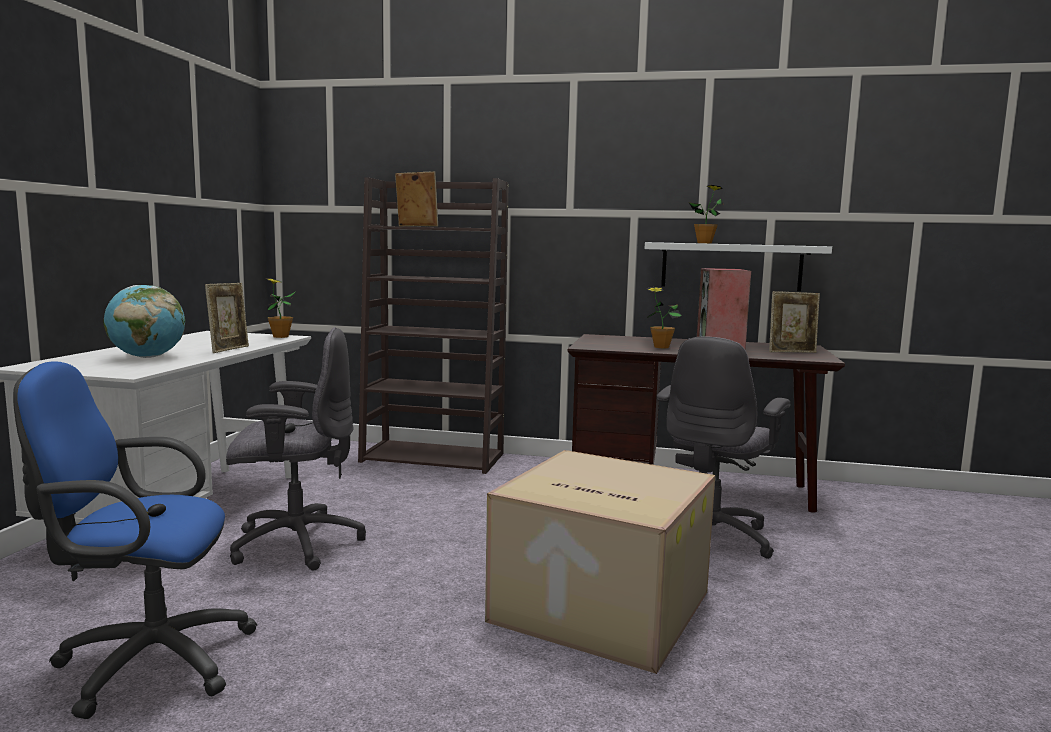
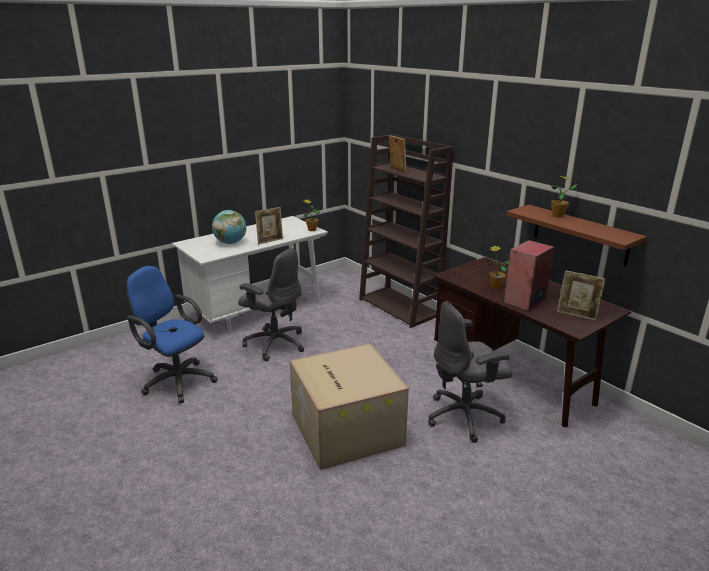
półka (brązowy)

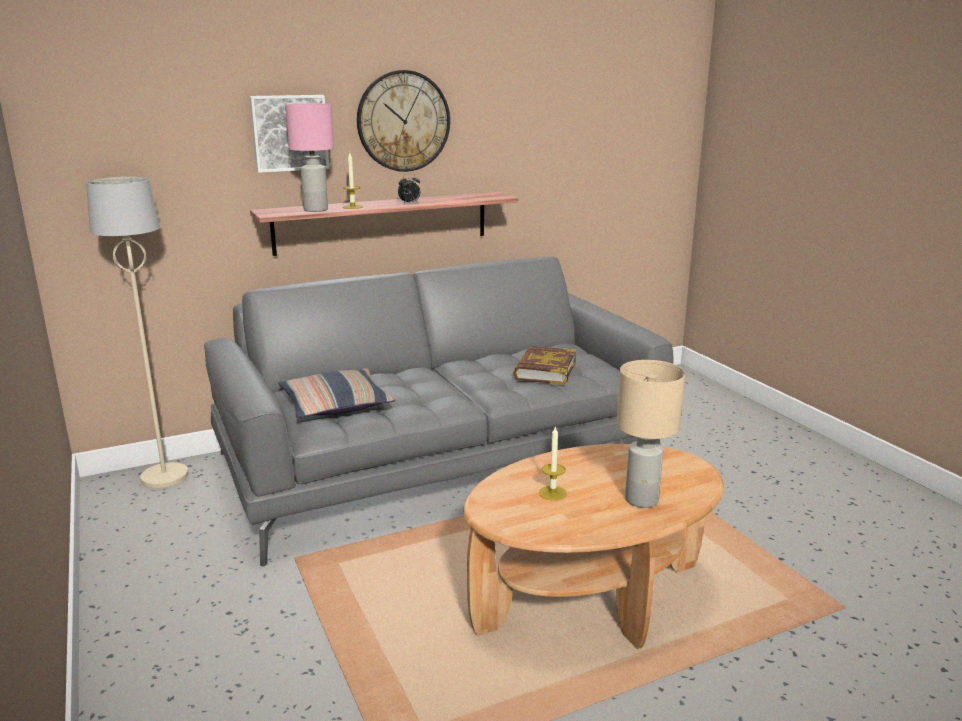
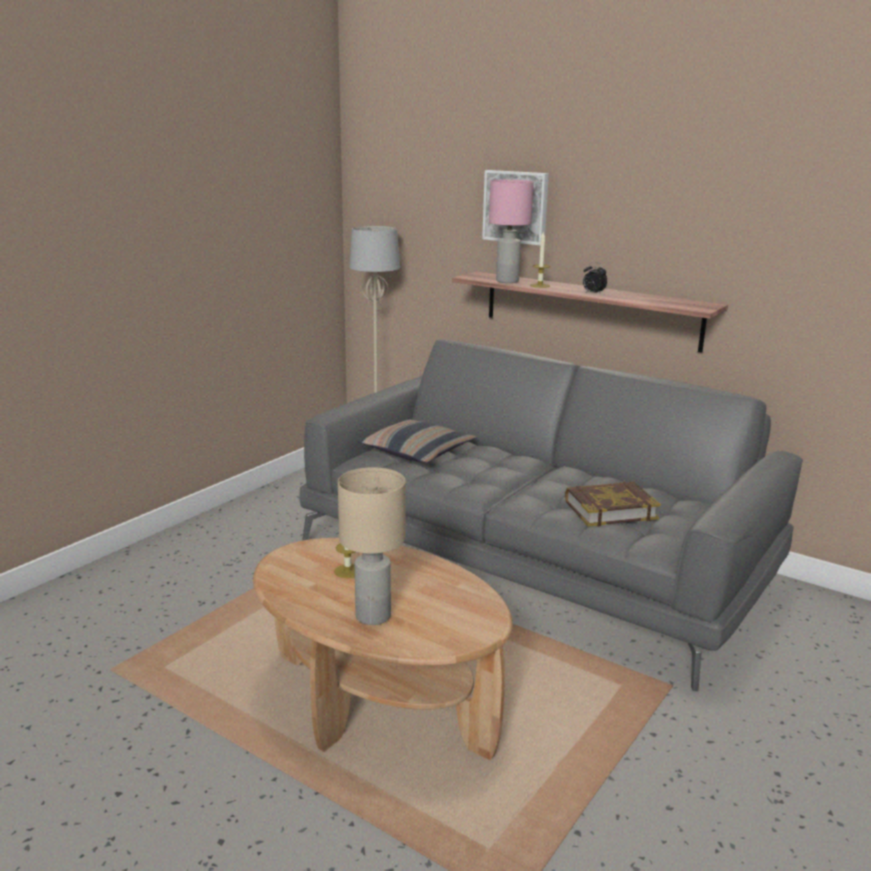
zegar ścienny

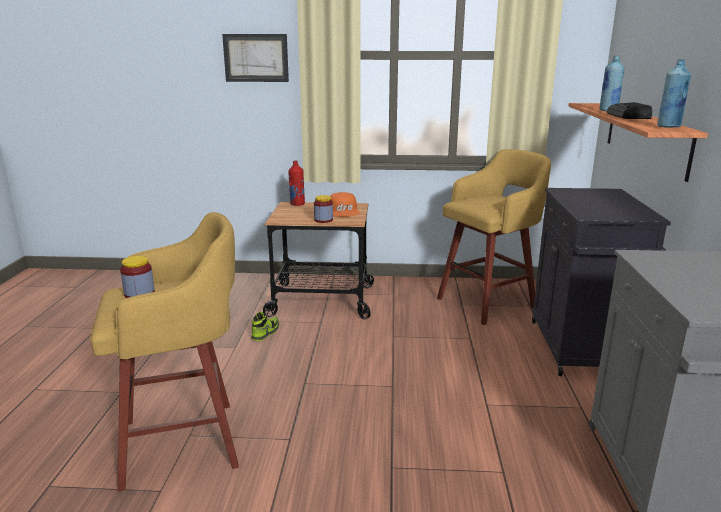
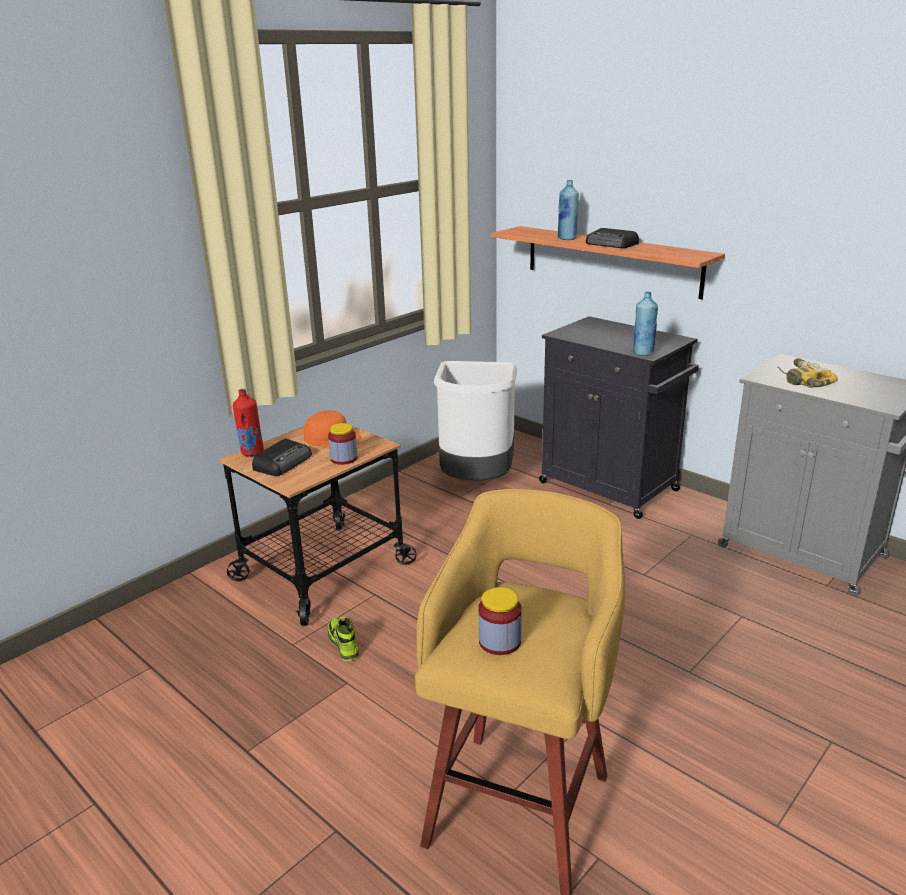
obraz
radio (1st from left)
wiertarka
butelka (niebieski) (2nd from left)
kosz na śmieci (biały)

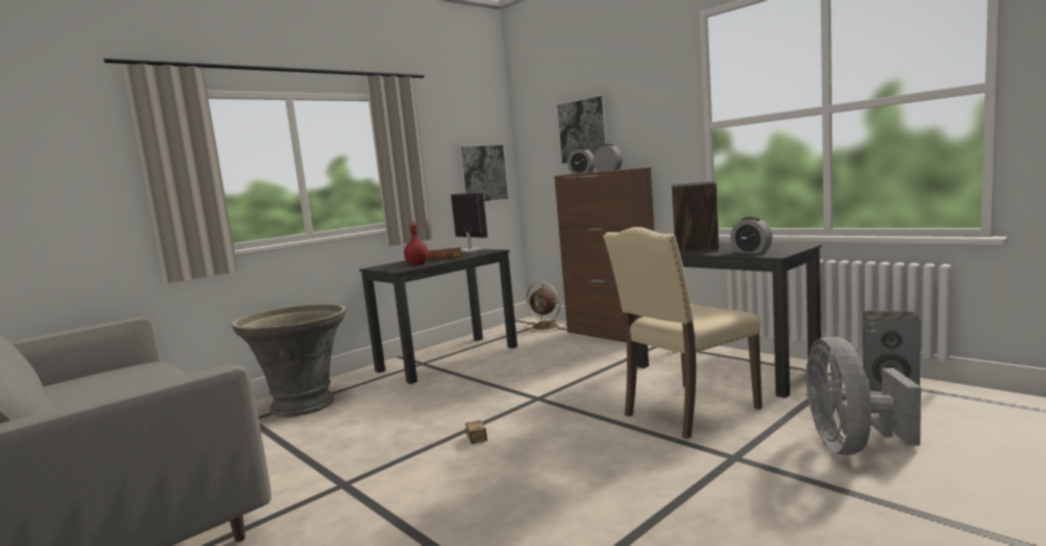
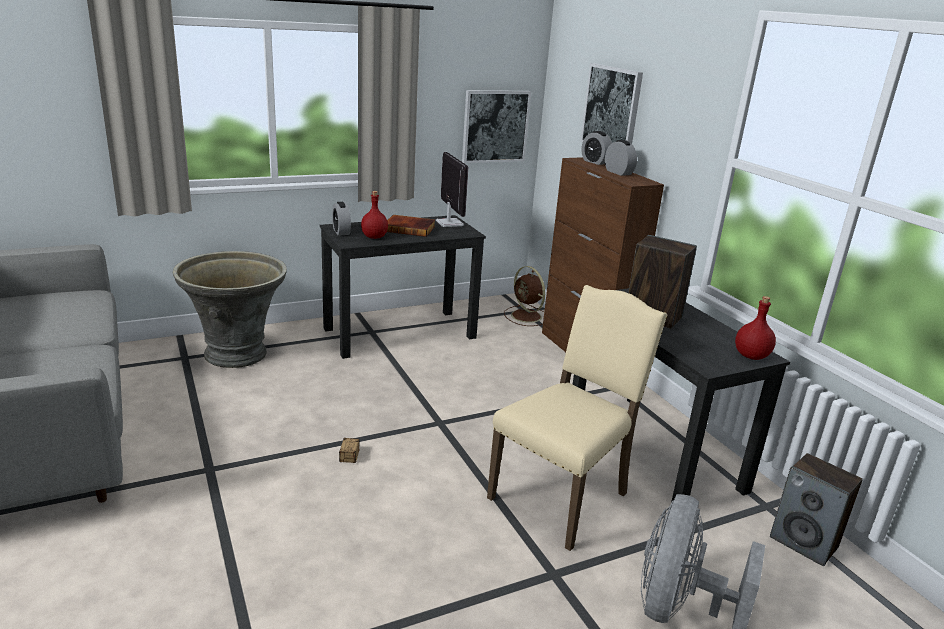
butelka (czerwony) (2nd from left)
budzik (1st from left)
krzesło (beżowy)

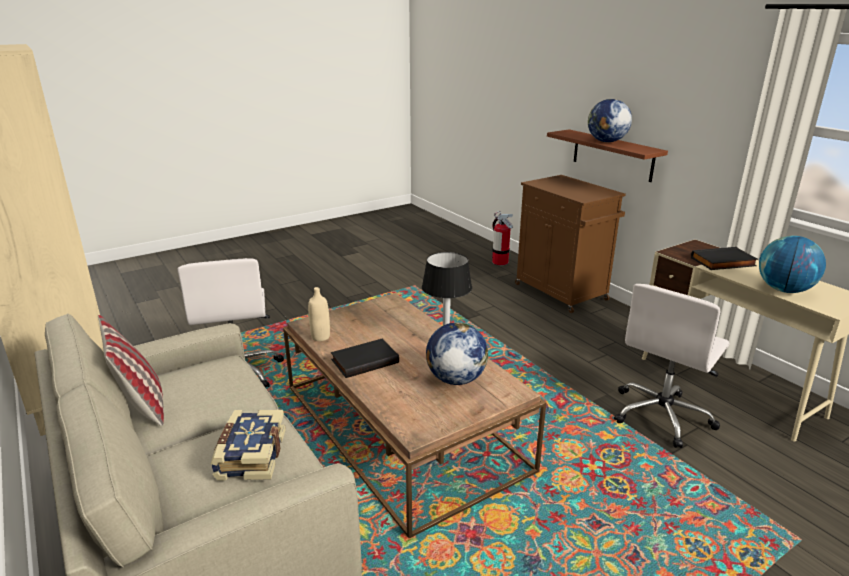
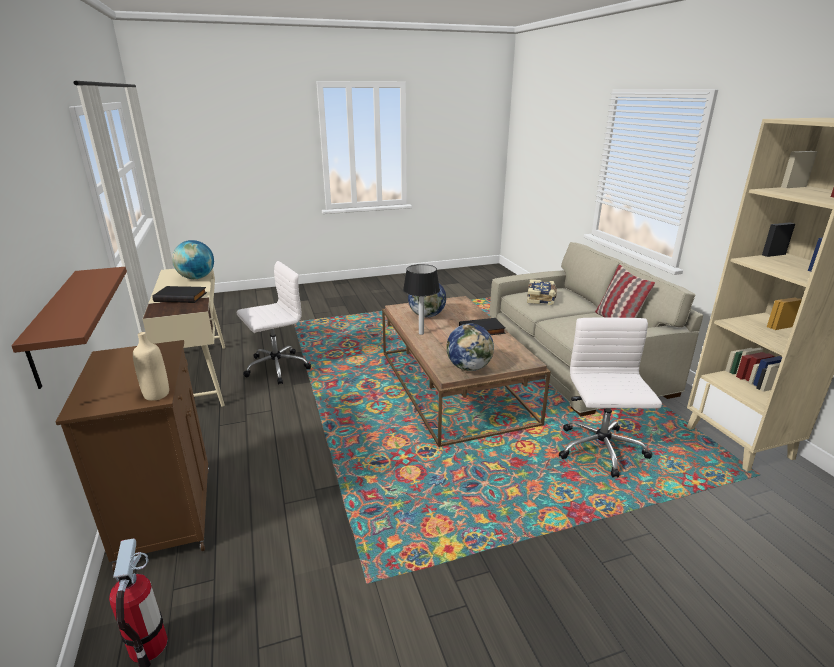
butelka (beżowy)
globus (3rd from left)

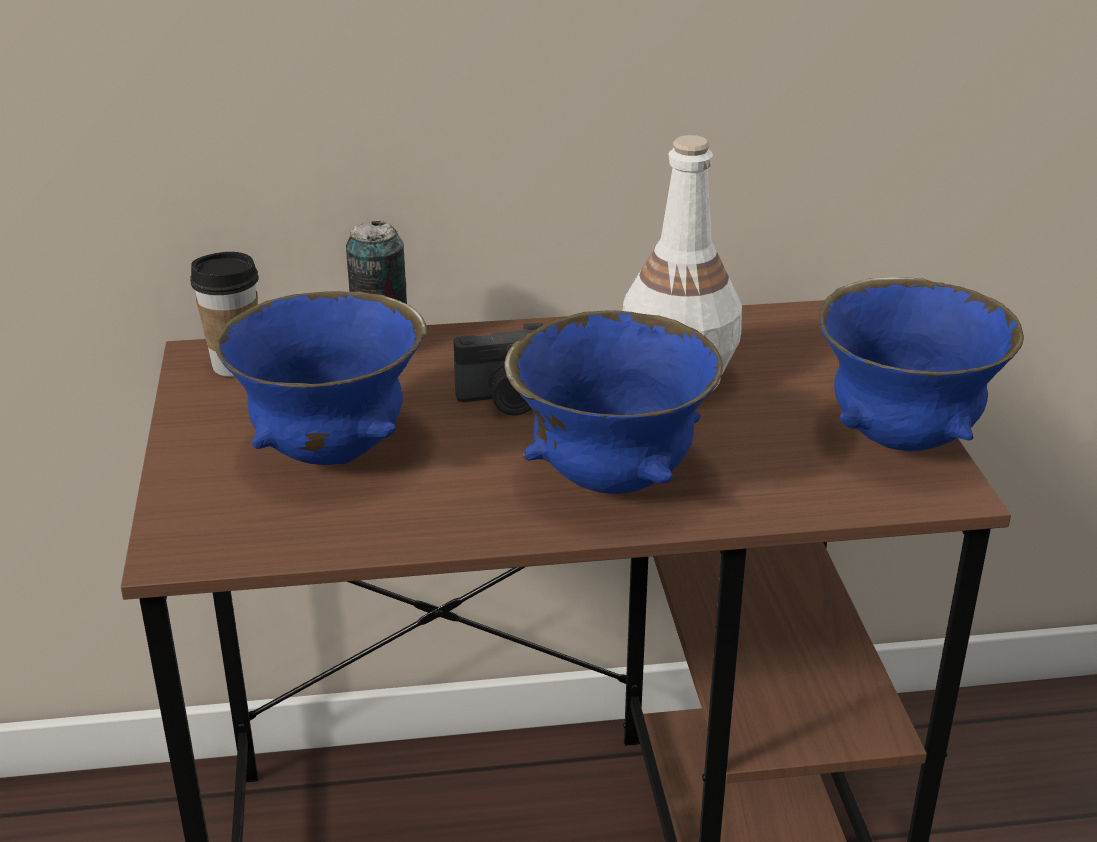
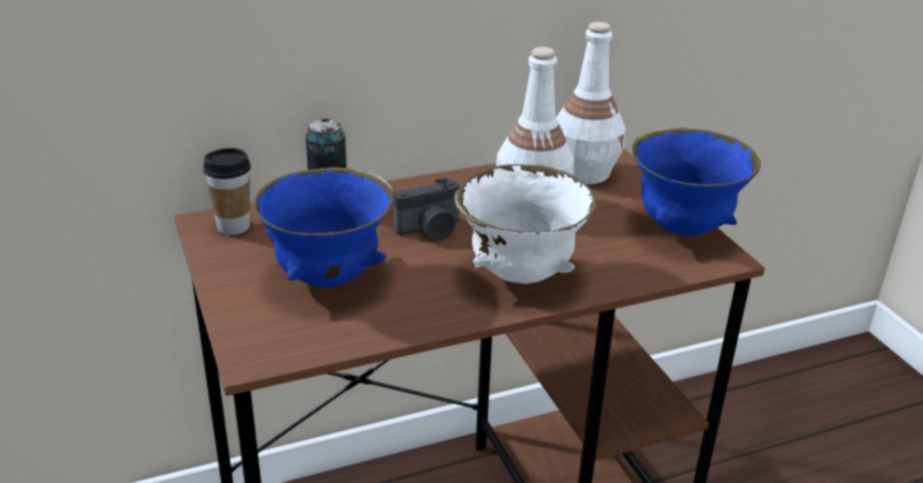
butelka (biały) (2nd from left)
miska (biały)

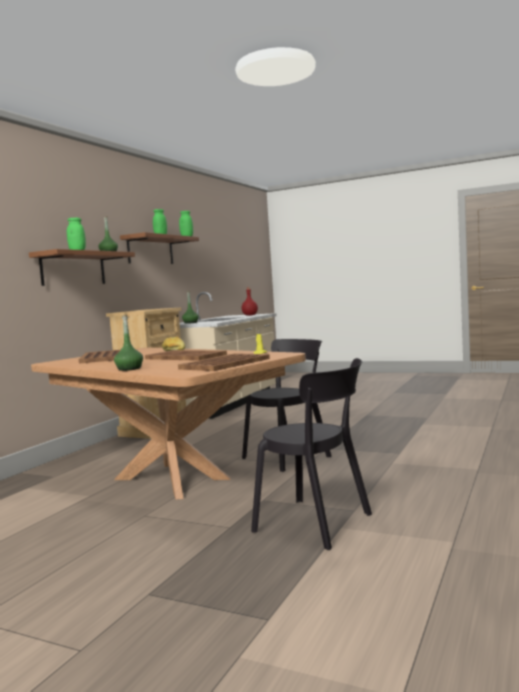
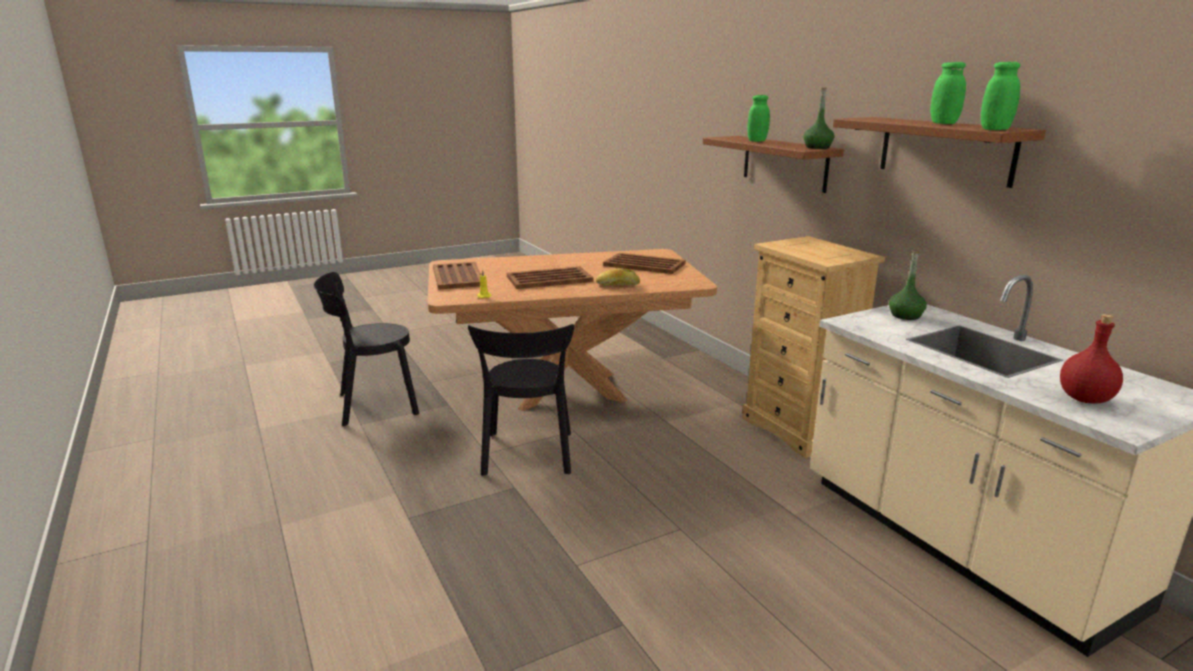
butelka (zielony) (2nd from left in the first image)

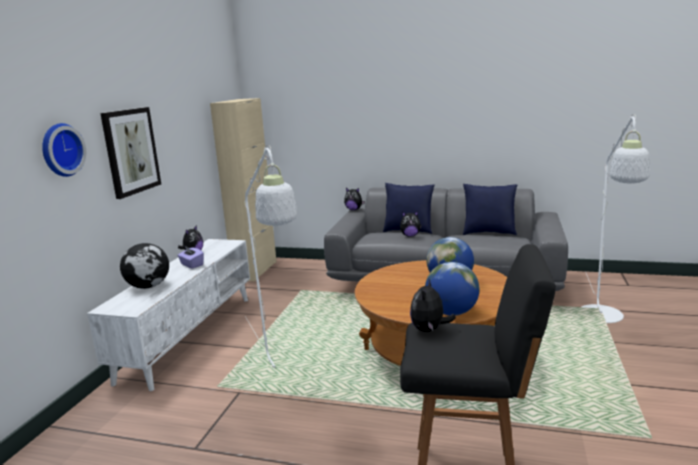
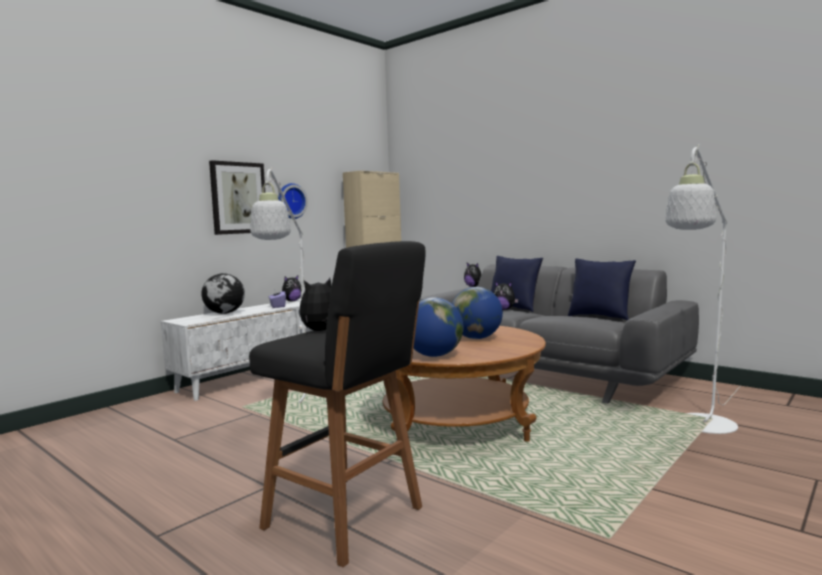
zegar ścienny

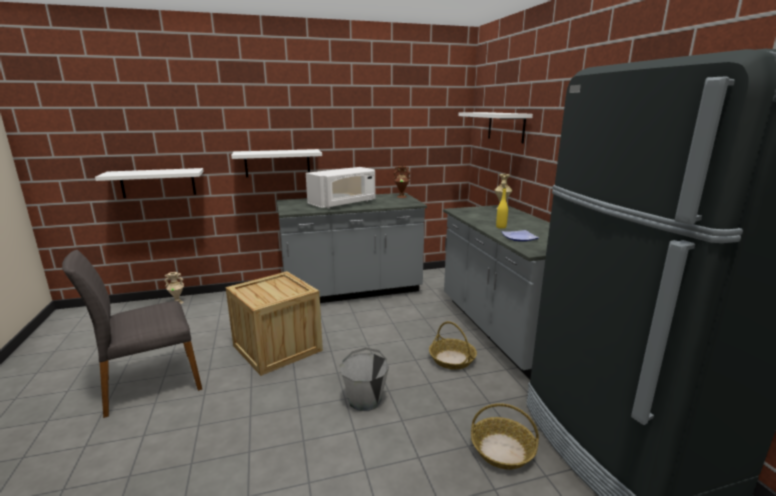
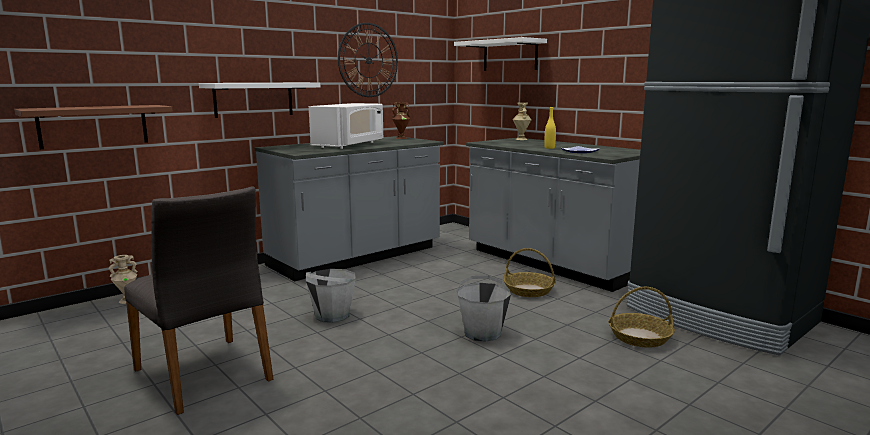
zegar ścienny
wiadro (szary) (1st from left)
półka (brązowy)
krzesło (szary)

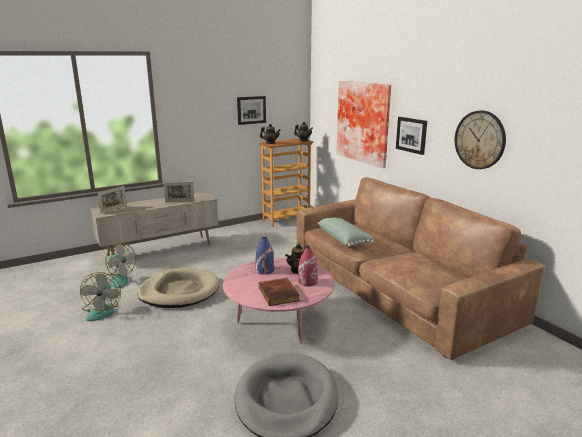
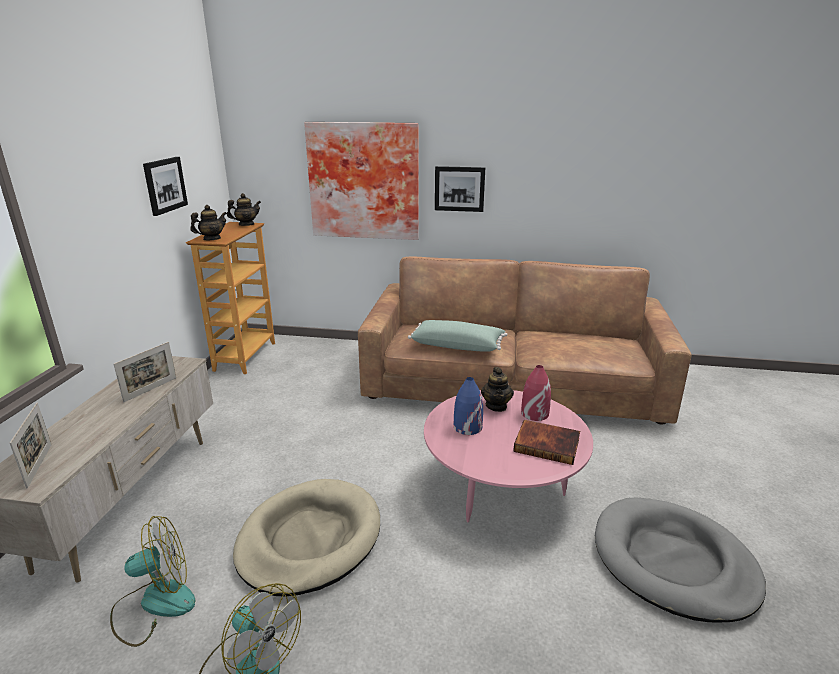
zegar ścienny

